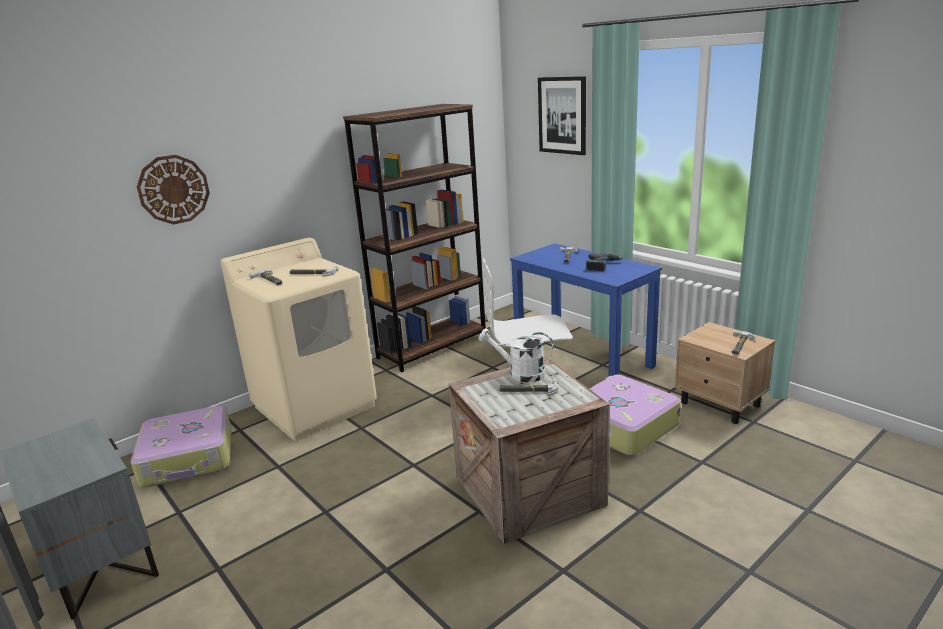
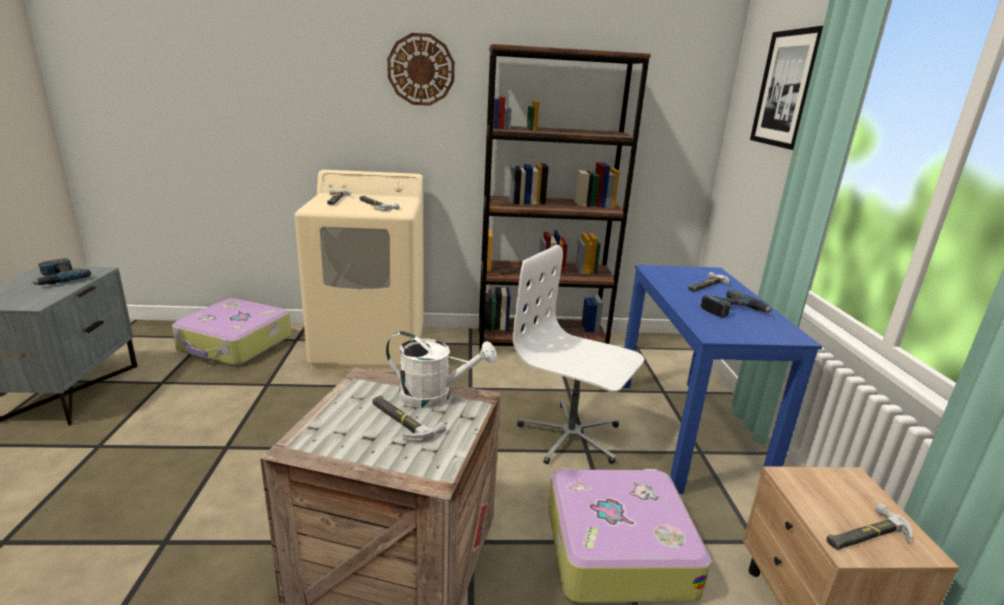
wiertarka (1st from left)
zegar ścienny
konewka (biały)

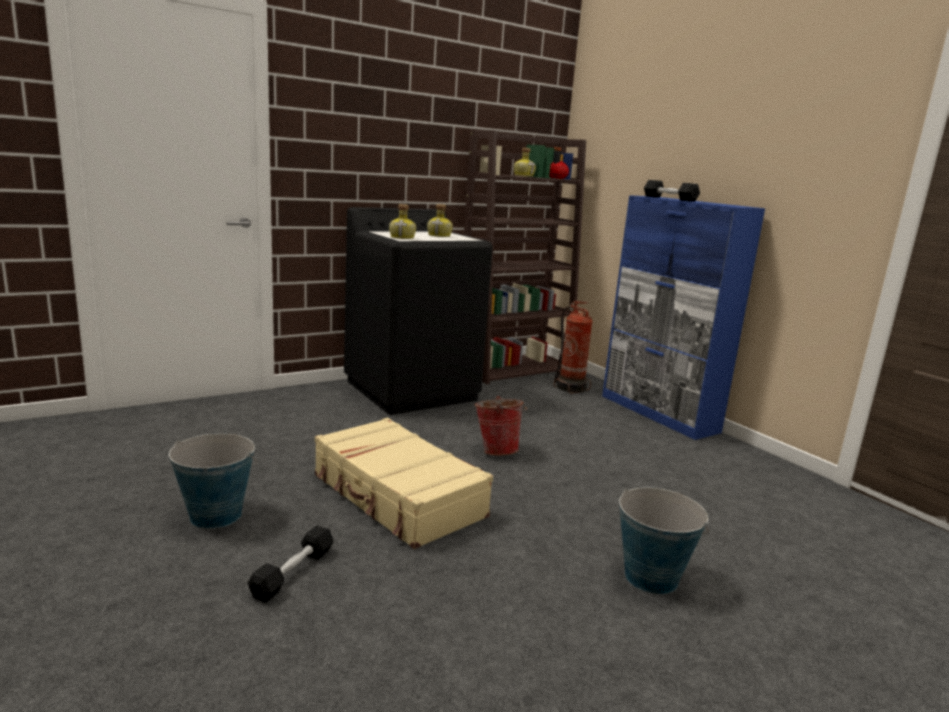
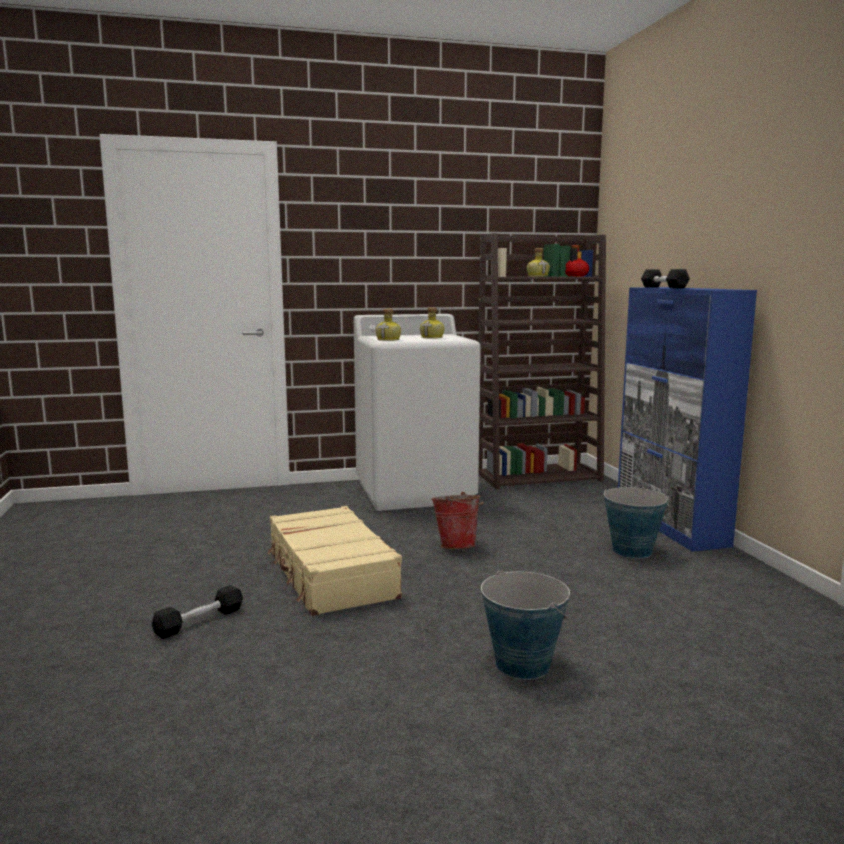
gaśnica
wiadro (3rd from left)
pralka (biały)

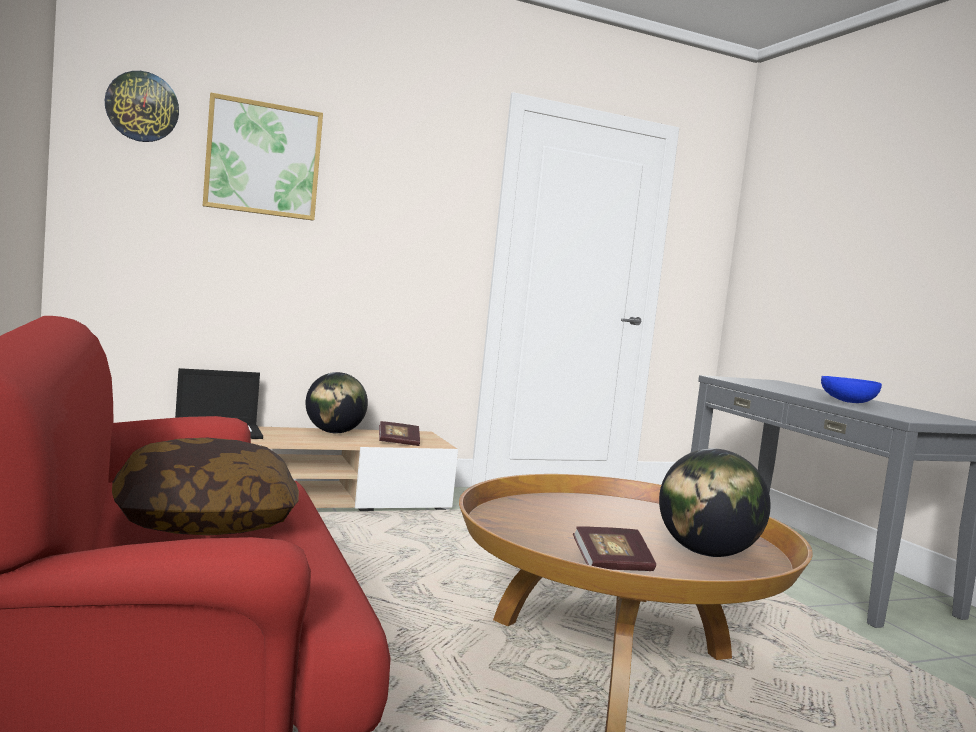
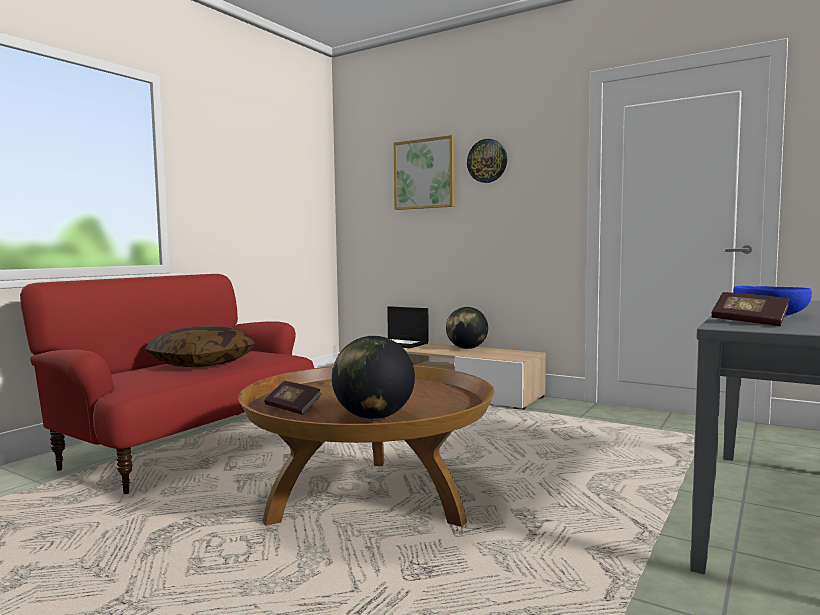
zegar ścienny
książka (2nd from left)

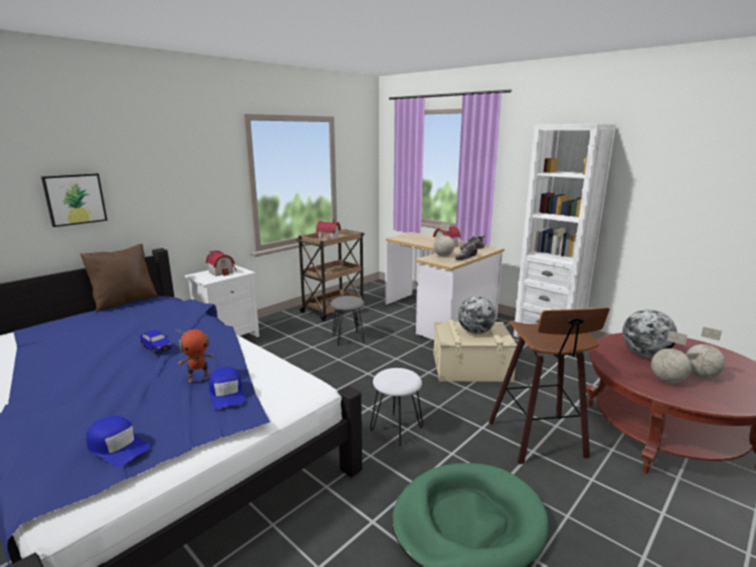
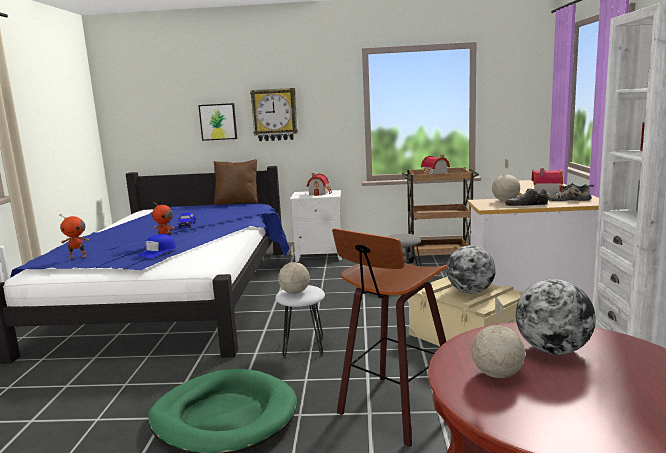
zegar ścienny
globus (1st from left)
robot zabawkowy (1st from left)

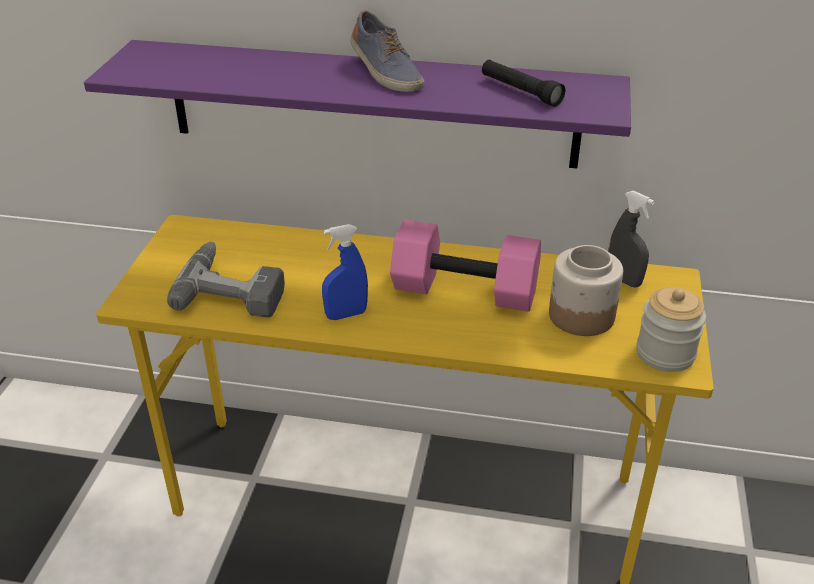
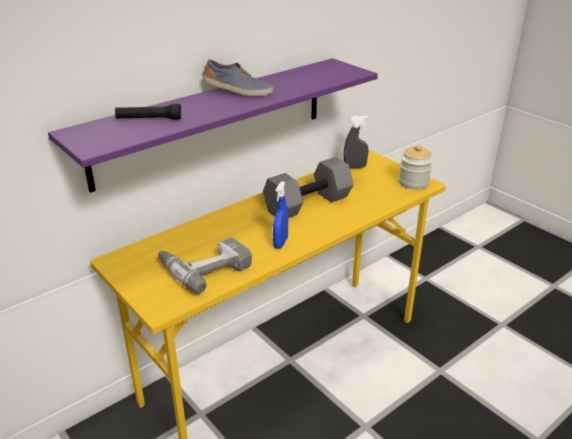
słoik (1st from left in the first image)
latarka (czarny)
hantel (szary)

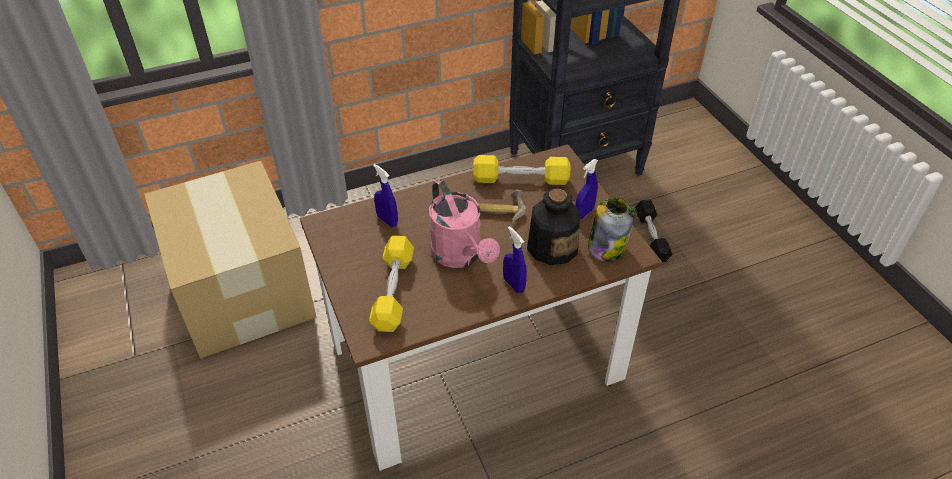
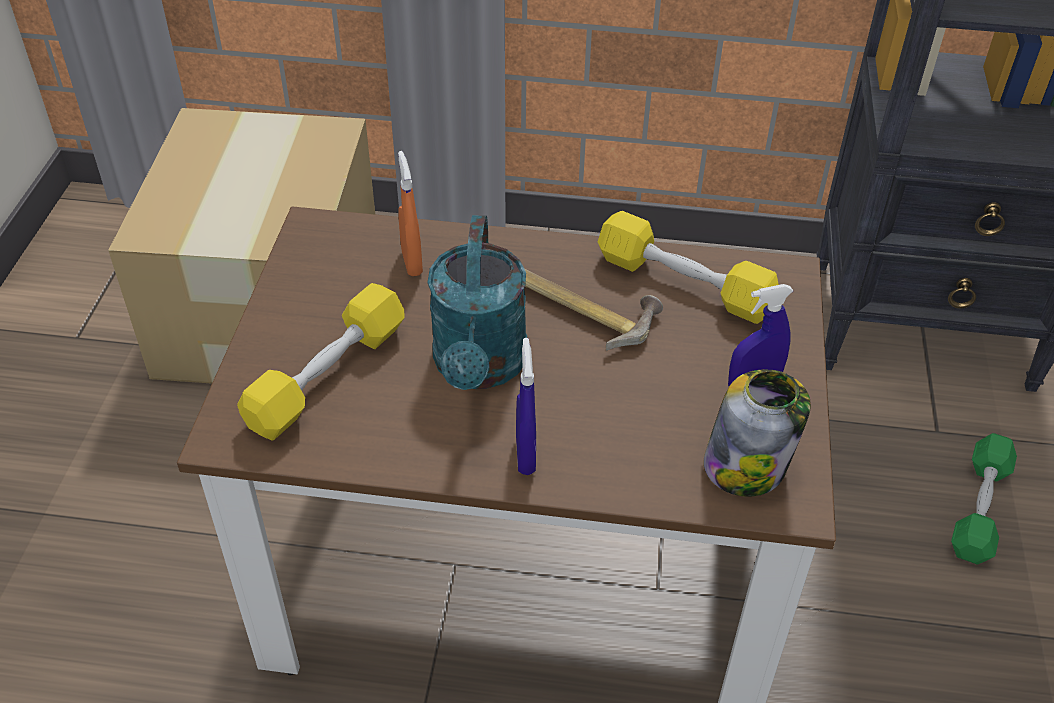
butelka
spryskiwacz (pomarańczowy)
konewka (turkusowy)
hantel (zielony)

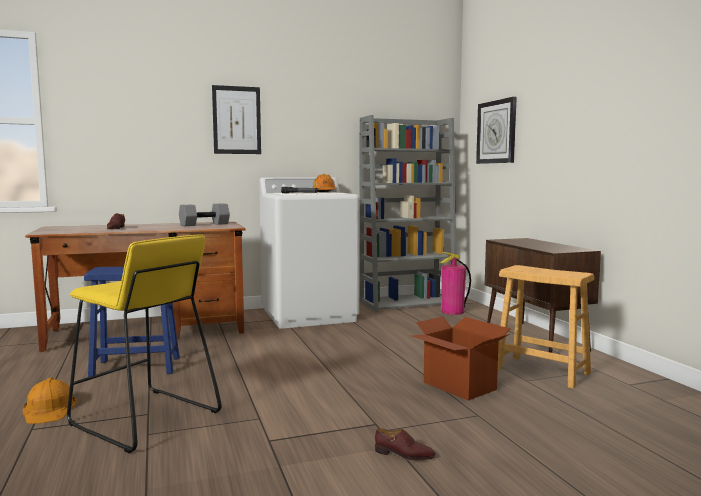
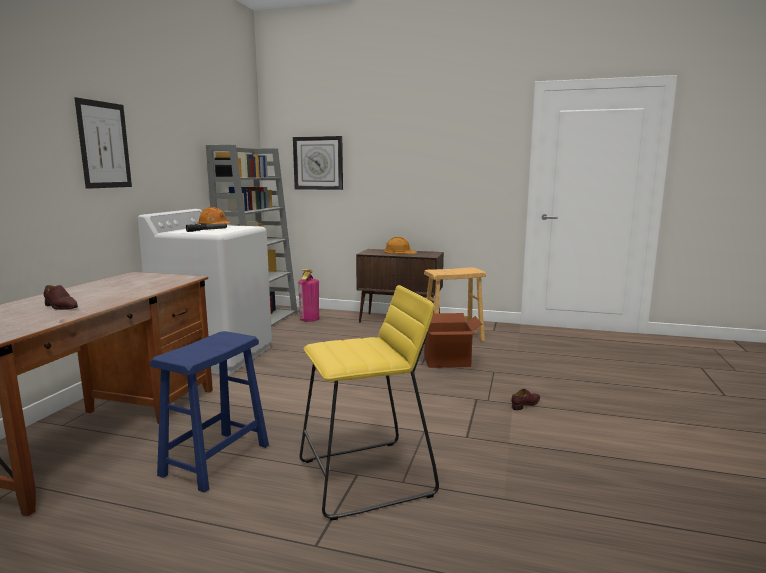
hantel (szary)
kask (pomarańczowy) (2nd from left)

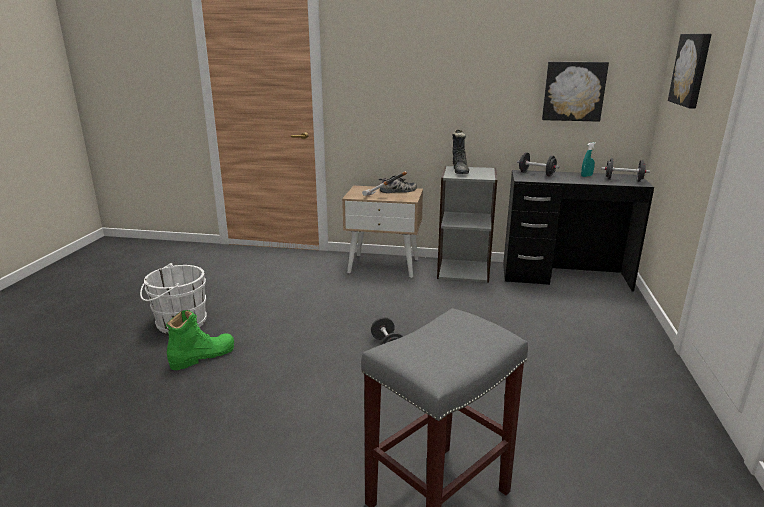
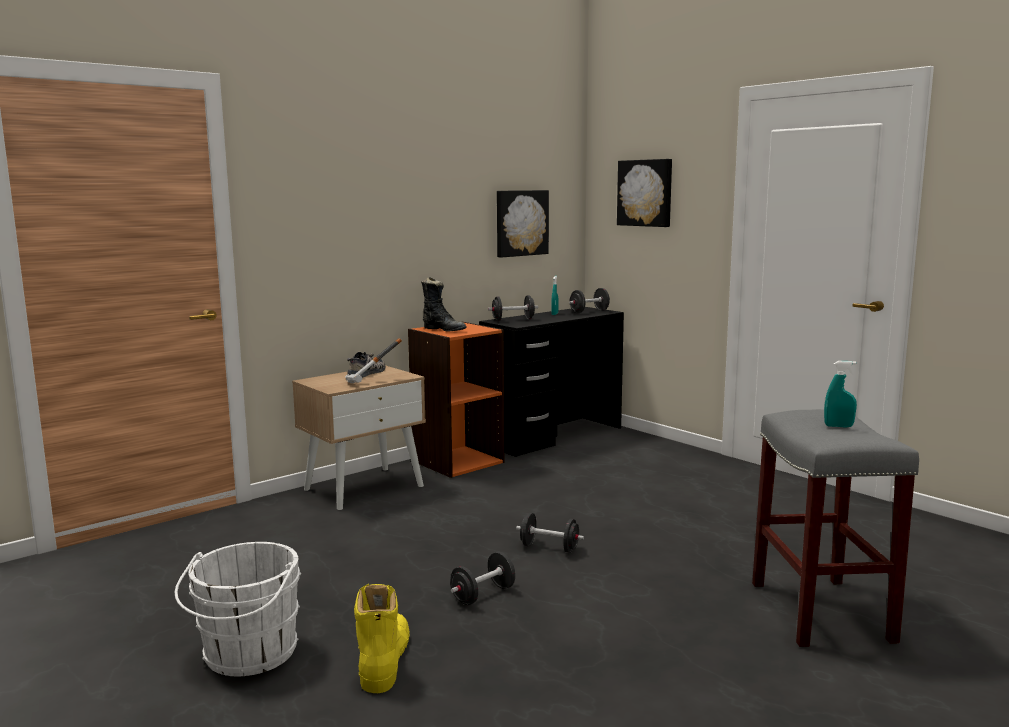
hantel (czarny) (1st from left)
spryskiwacz (turkusowy) (2nd from left)
but z cholewką (żółty)
regał (pomarańczowy)

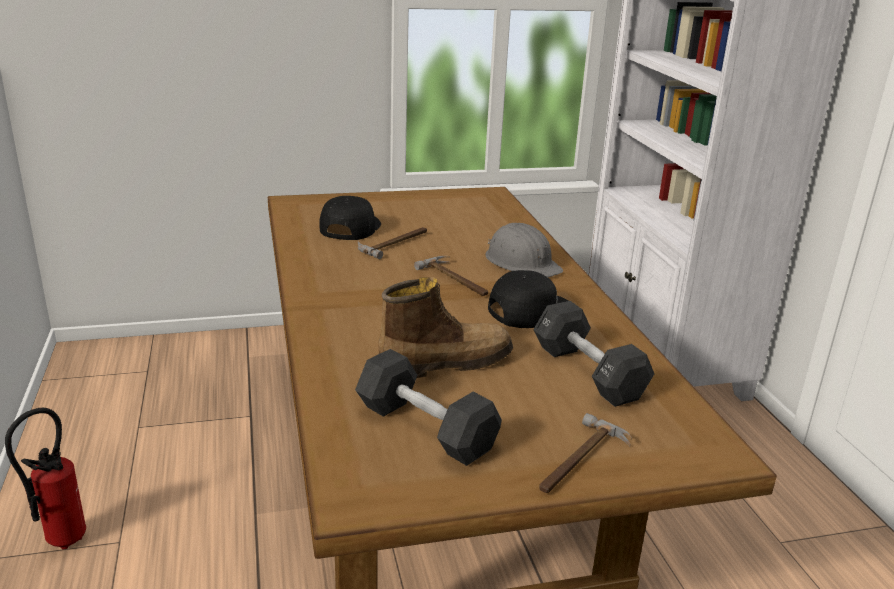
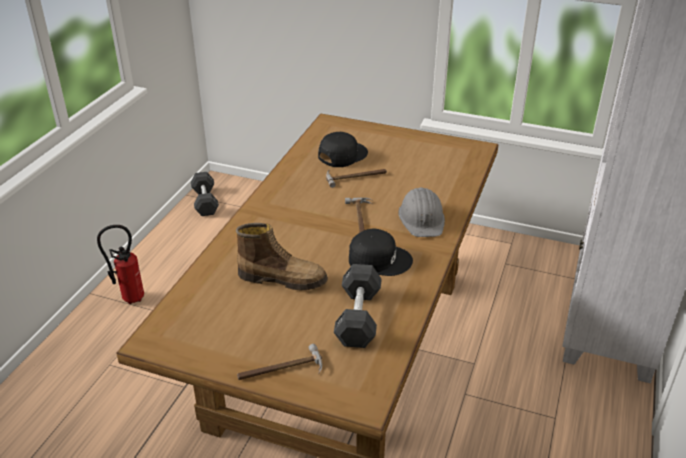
hantel (czarny) (1st from left)

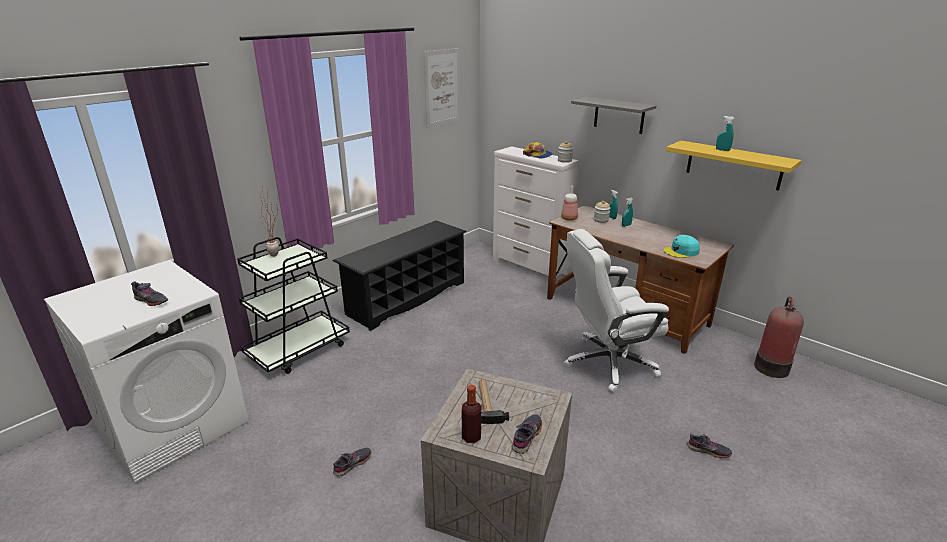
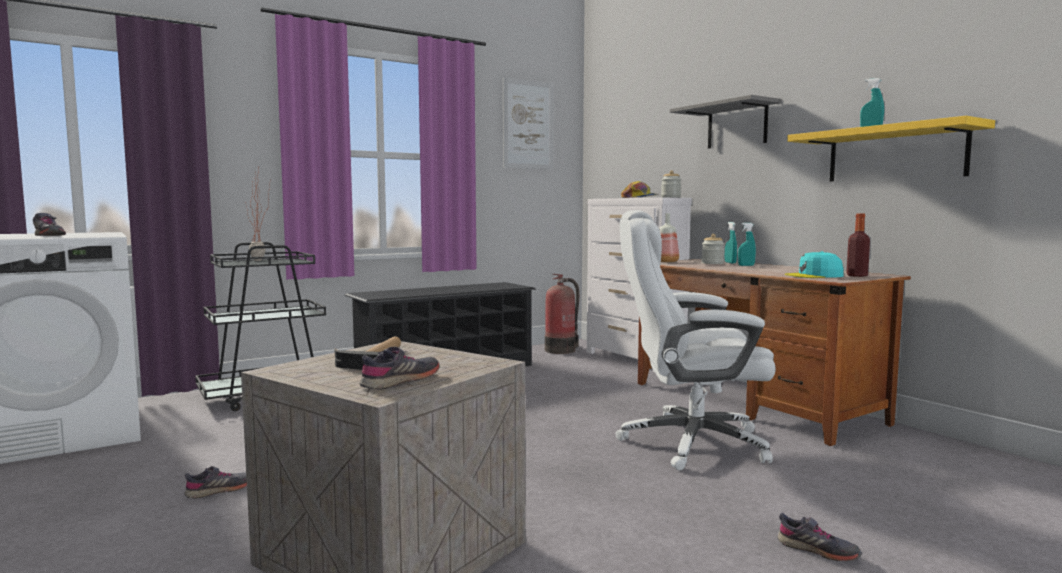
butelka (2nd from left)
gaśnica

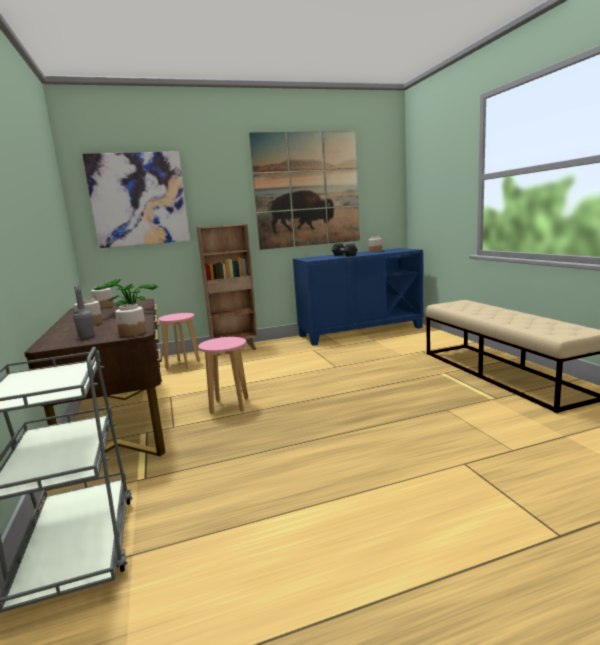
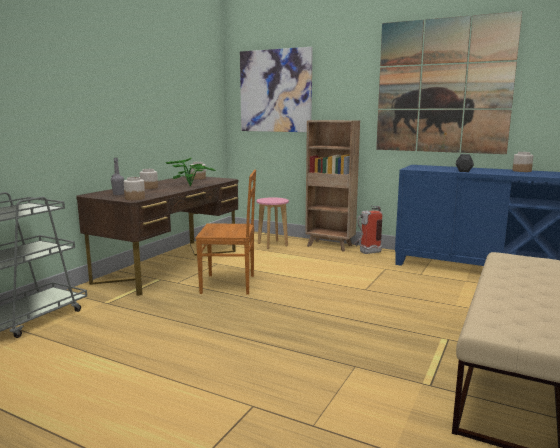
gaśnica
krzesło (brązowy)

